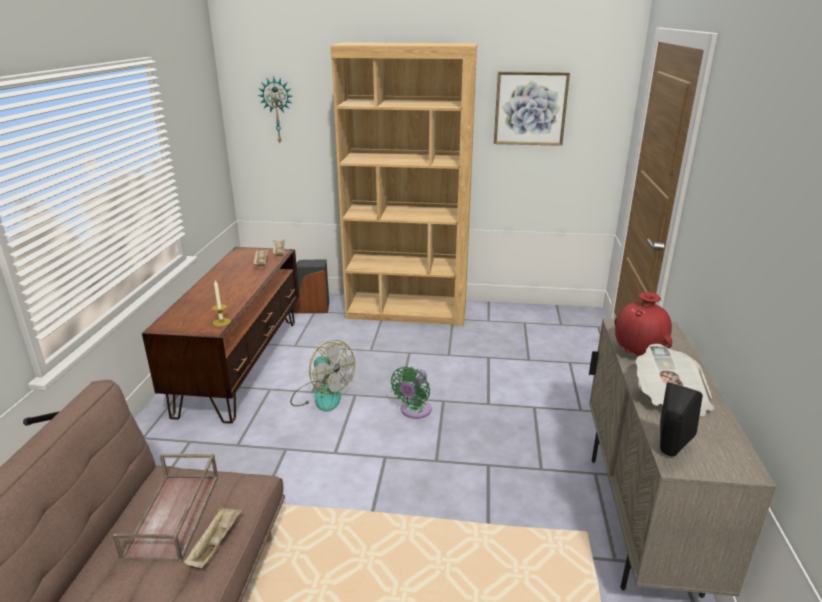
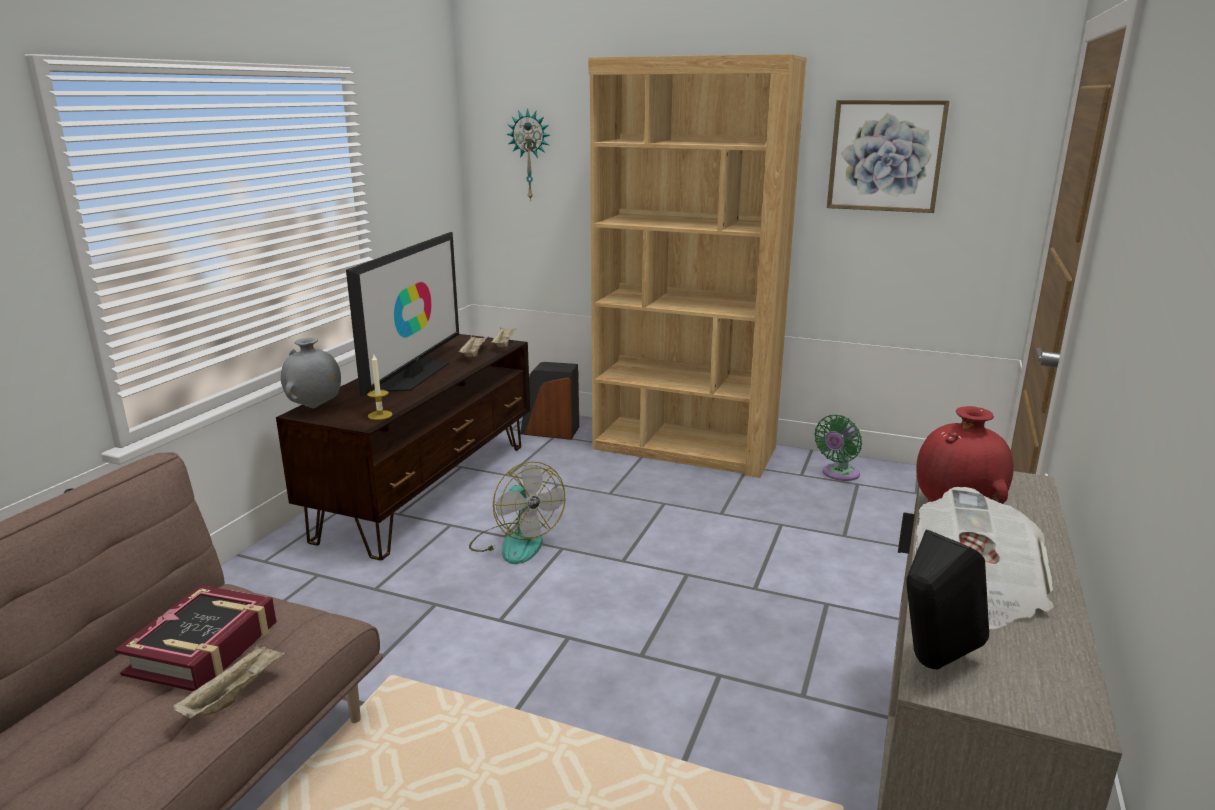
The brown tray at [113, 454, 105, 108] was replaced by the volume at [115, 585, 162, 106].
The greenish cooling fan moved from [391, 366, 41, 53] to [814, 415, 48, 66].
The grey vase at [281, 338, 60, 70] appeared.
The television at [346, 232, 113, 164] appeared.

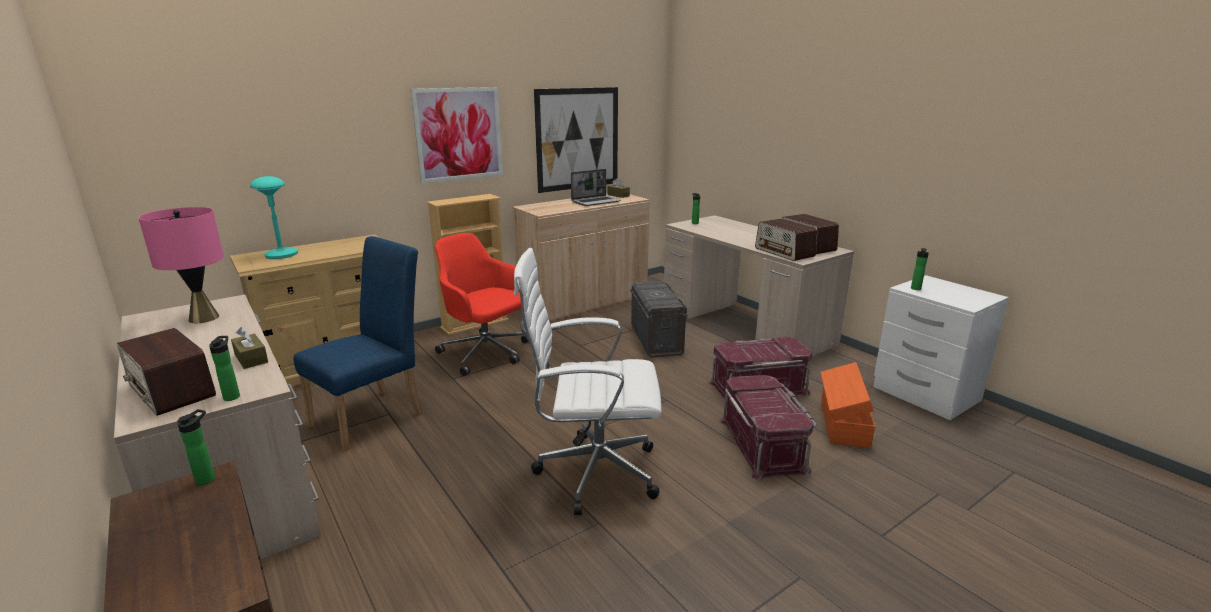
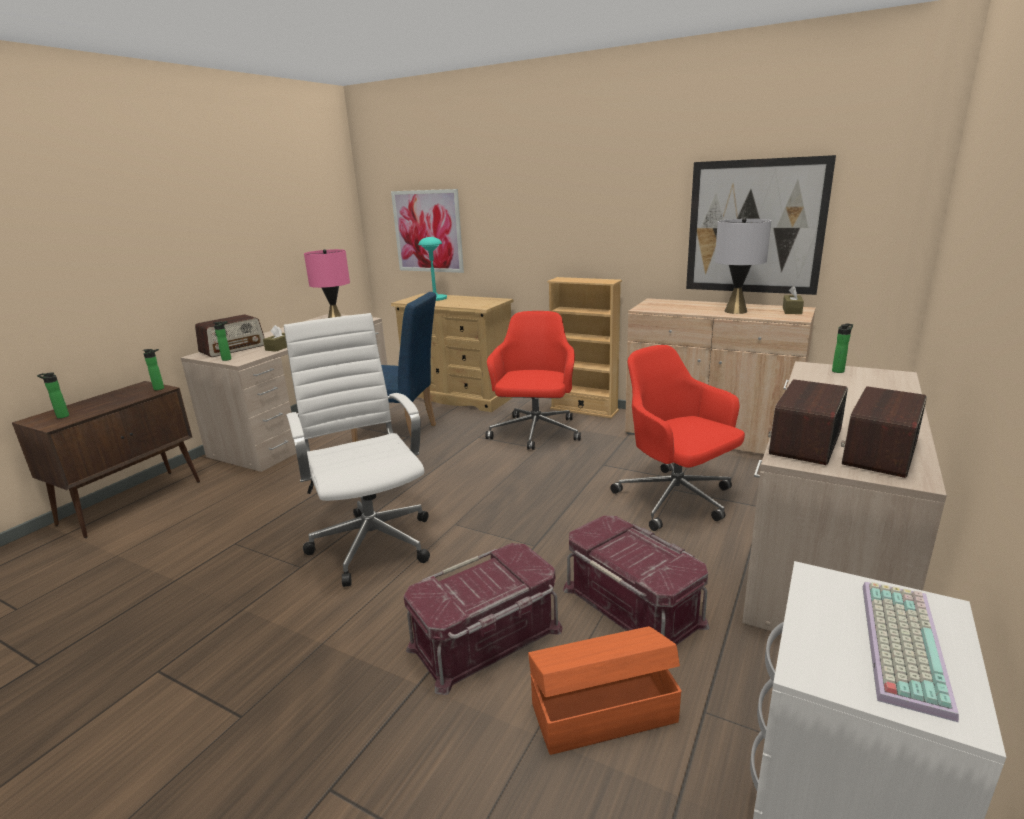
The radio at [117, 328, 99, 88] turned 150 degrees counterclockwise.
The wall art moved from [411, 87, 92, 96] to [391, 189, 73, 84].
The portable computer at [571, 169, 50, 37] was replaced by the grey lamp for a table at [715, 218, 56, 96].
The grey storage bin at [630, 281, 58, 76] was replaced by the reddish office chair at [610, 345, 135, 186].
The drink bottle moved from [911, 248, 18, 42] to [37, 372, 32, 47].
The computer keyboard at [863, 582, 96, 140] appeared.

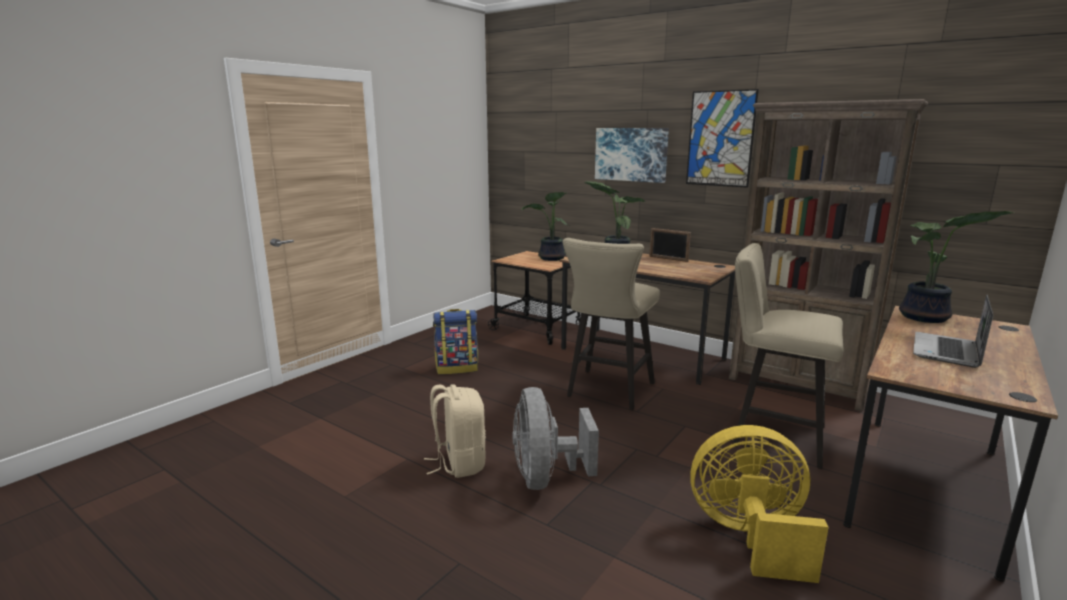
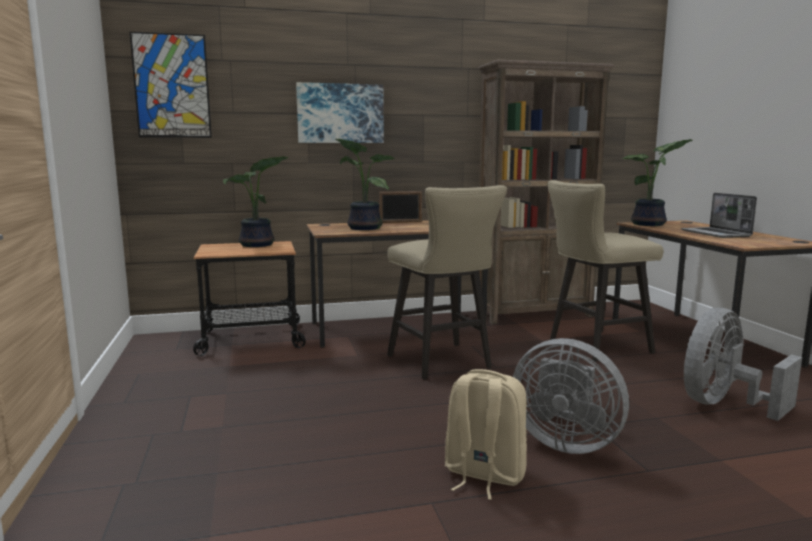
The rucksack at [433, 309, 45, 65] disappeared.
The wall art moved from [686, 89, 73, 99] to [130, 32, 82, 106].
The yellow-coloured cooling fan at [690, 425, 139, 158] became the grey cooling fan at [684, 308, 118, 113].

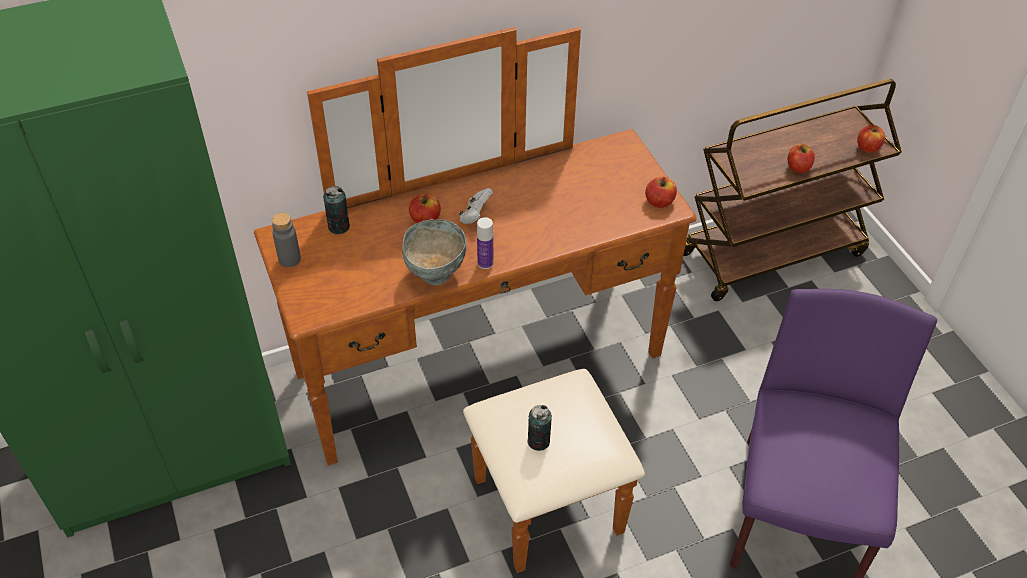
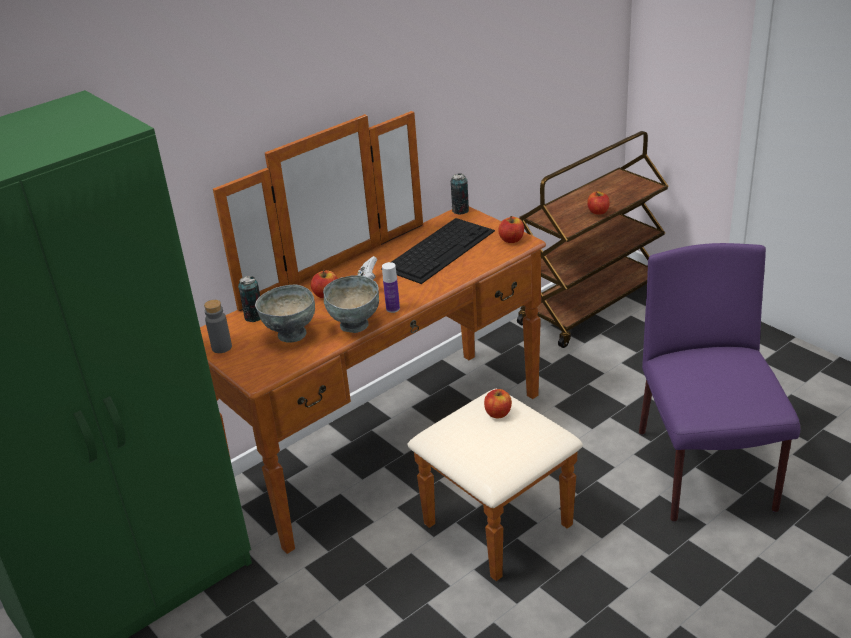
The can moved from [527, 405, 25, 46] to [451, 173, 18, 42].
The apple fruit moved from [857, 125, 28, 28] to [484, 389, 28, 29].
The grey bowl at [255, 285, 60, 58] appeared.
The computer keyboard at [381, 218, 114, 66] appeared.

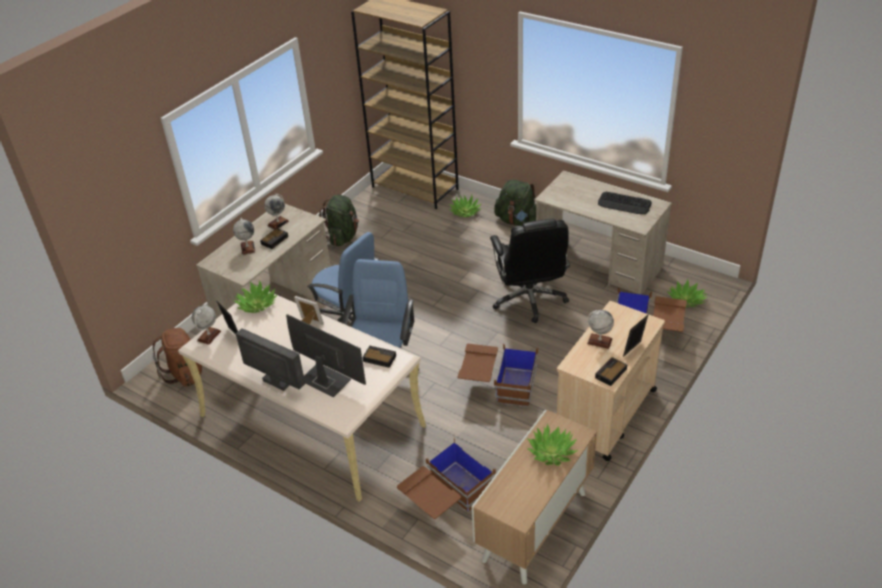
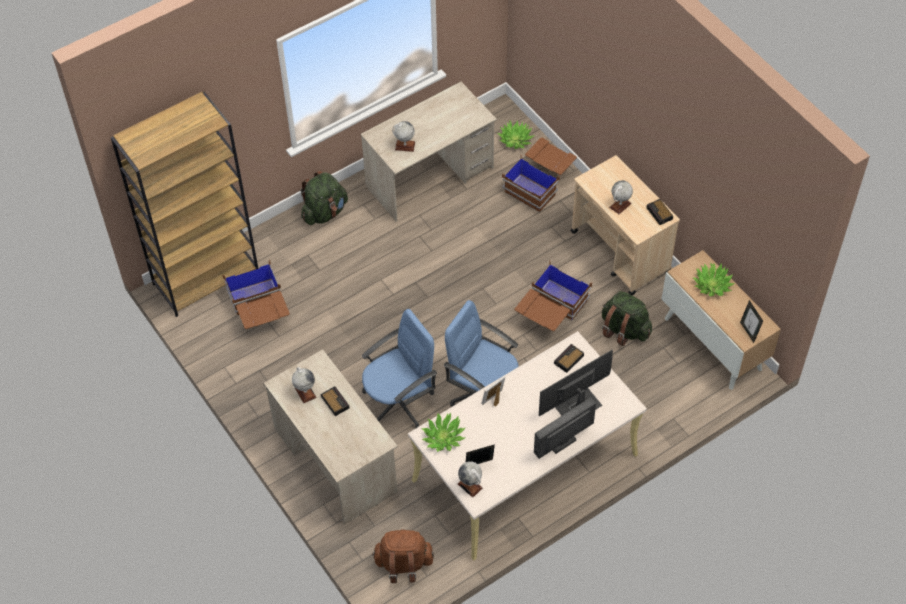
The desk globe moved from [233, 218, 22, 37] to [392, 121, 23, 31].
The greenish rucksack moved from [319, 195, 40, 51] to [602, 291, 50, 55].
The brown storage bin moved from [397, 438, 99, 81] to [222, 260, 68, 69].
The plant in a pot at [449, 195, 33, 22] disappeared.
The black office chair at [490, 219, 80, 104] disappeared.
The computer keyboard at [598, 191, 54, 23] disappeared.
The standing frame moved from [623, 314, 26, 43] to [740, 300, 23, 43].

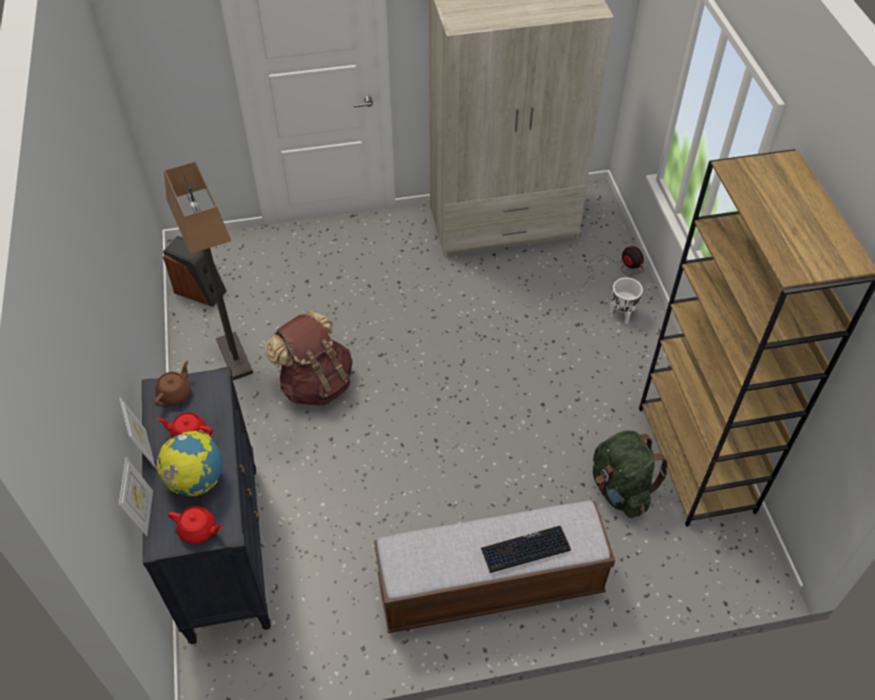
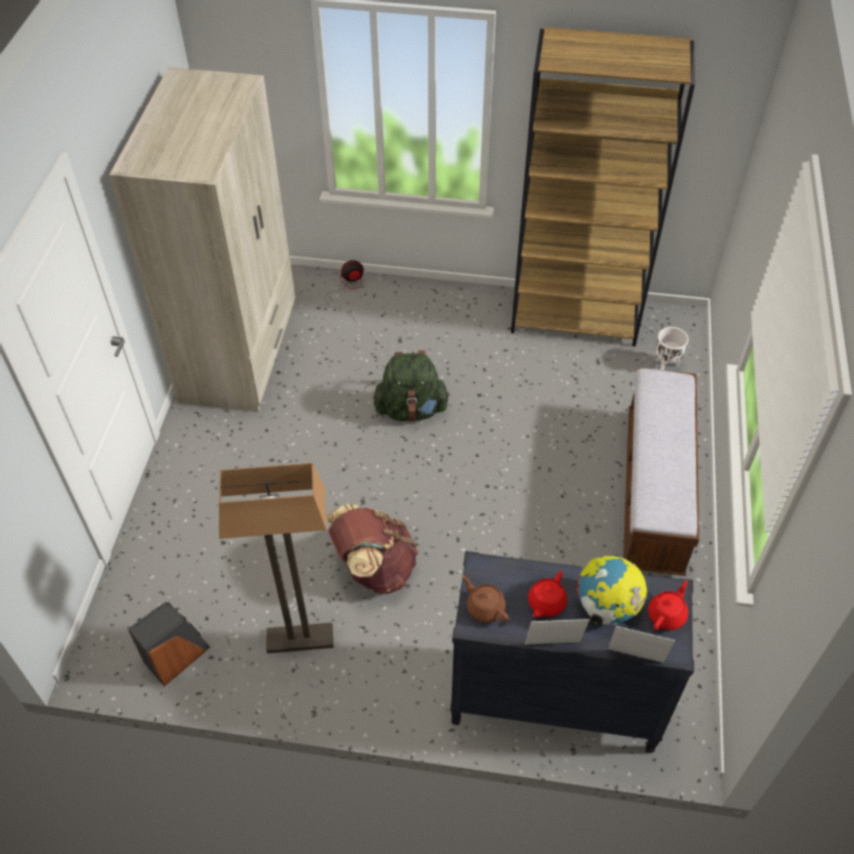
The computer keyboard at [481, 526, 90, 47] disappeared.
The greenish rucksack moved from [593, 430, 76, 88] to [373, 350, 77, 72].
The whitish plant pot moved from [609, 278, 34, 46] to [656, 327, 33, 43].

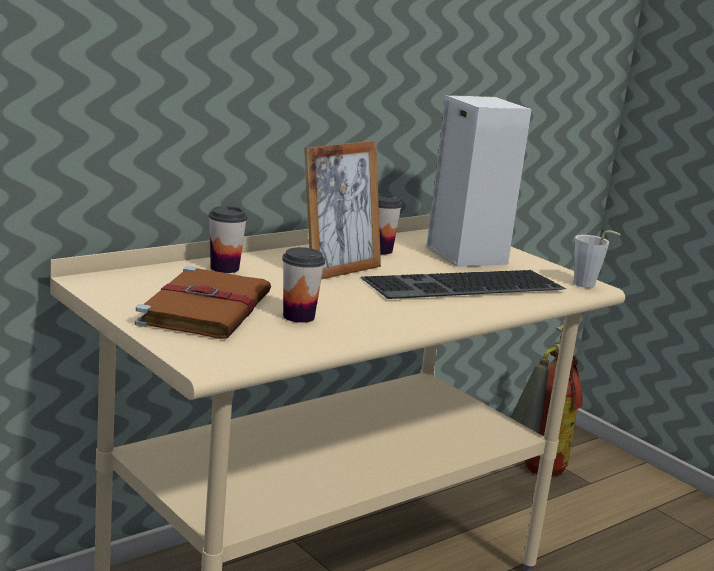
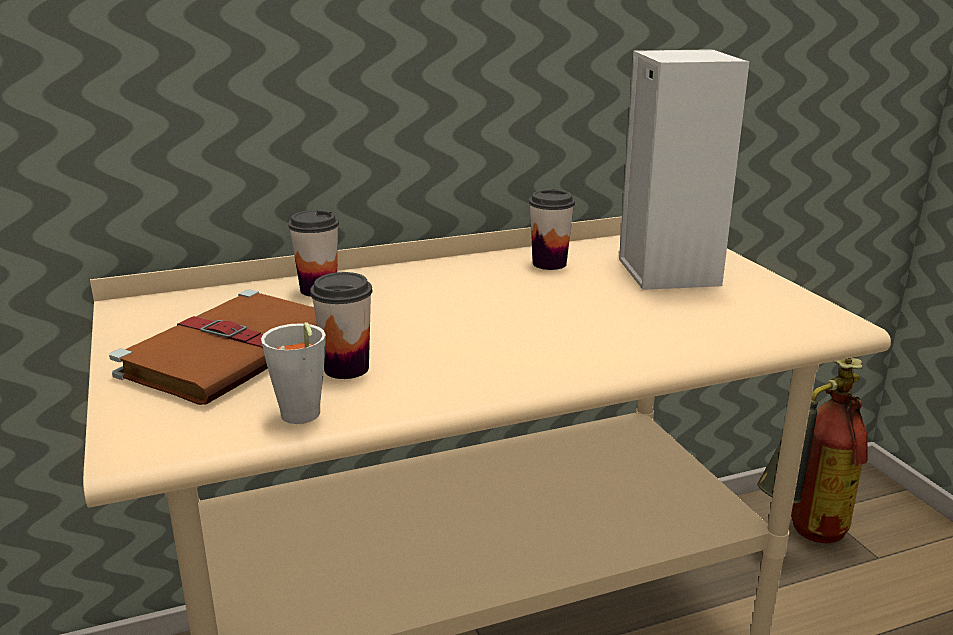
The standing frame at [304, 141, 77, 138] disappeared.
The computer keyboard at [361, 270, 205, 29] disappeared.
The grey drinking cup moved from [574, 230, 47, 58] to [261, 322, 65, 102].

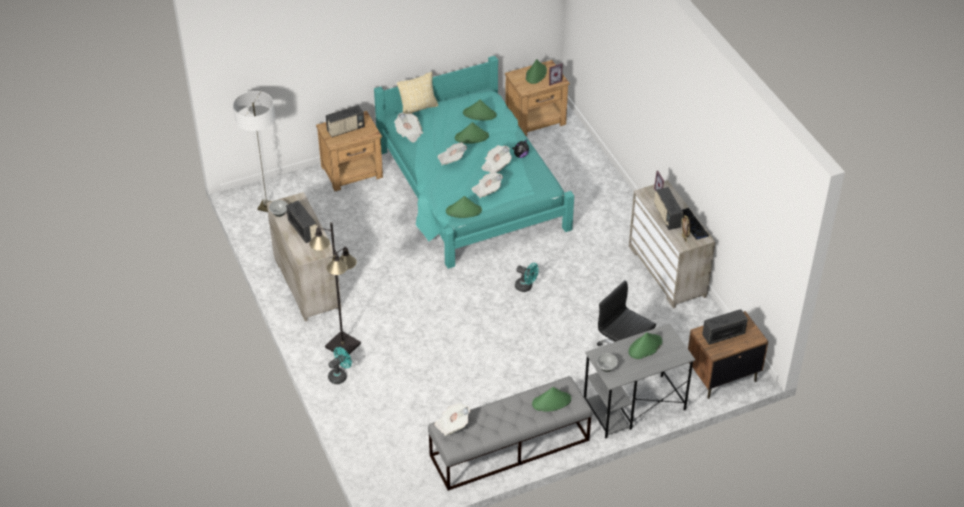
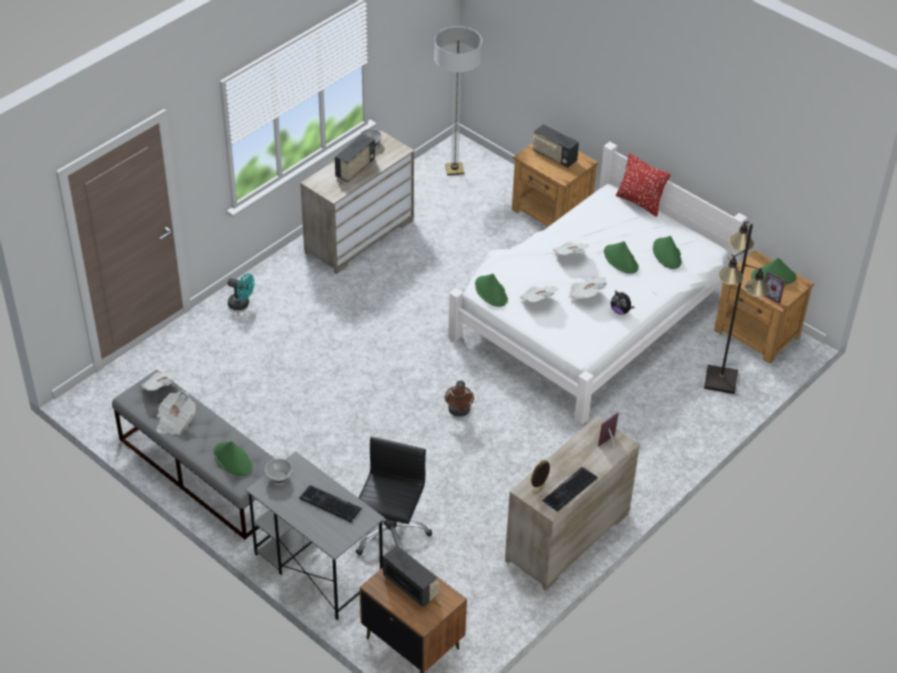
The black floor lamp moved from [309, 222, 52, 136] to [704, 221, 65, 173].
The blue-green bed at [374, 56, 200, 213] became the whitish bed at [448, 142, 299, 282].
The printed paper moved from [394, 113, 29, 29] to [157, 391, 39, 44].
The sand-coloured pillow at [397, 72, 41, 42] became the reddish pillow at [616, 153, 55, 64].
The blue-green cooling fan at [515, 263, 23, 29] became the brown cooling fan at [445, 380, 29, 36].
The greenish clothing hat at [629, 333, 33, 26] was replaced by the computer keyboard at [299, 485, 64, 38].
The radio at [654, 187, 29, 43] disappeared.

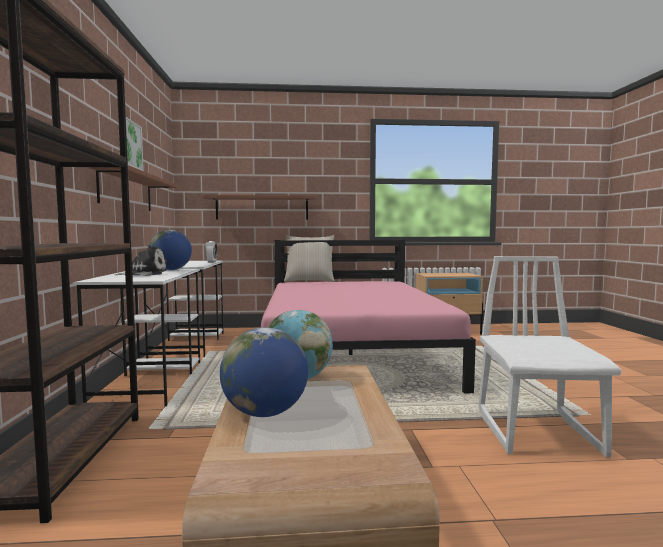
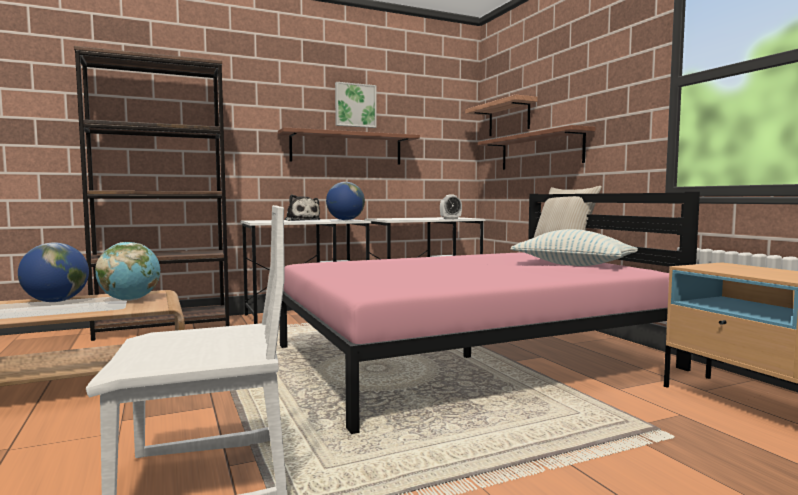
The shelf at [465, 95, 73, 41] appeared.
The pillow at [510, 229, 128, 37] appeared.

